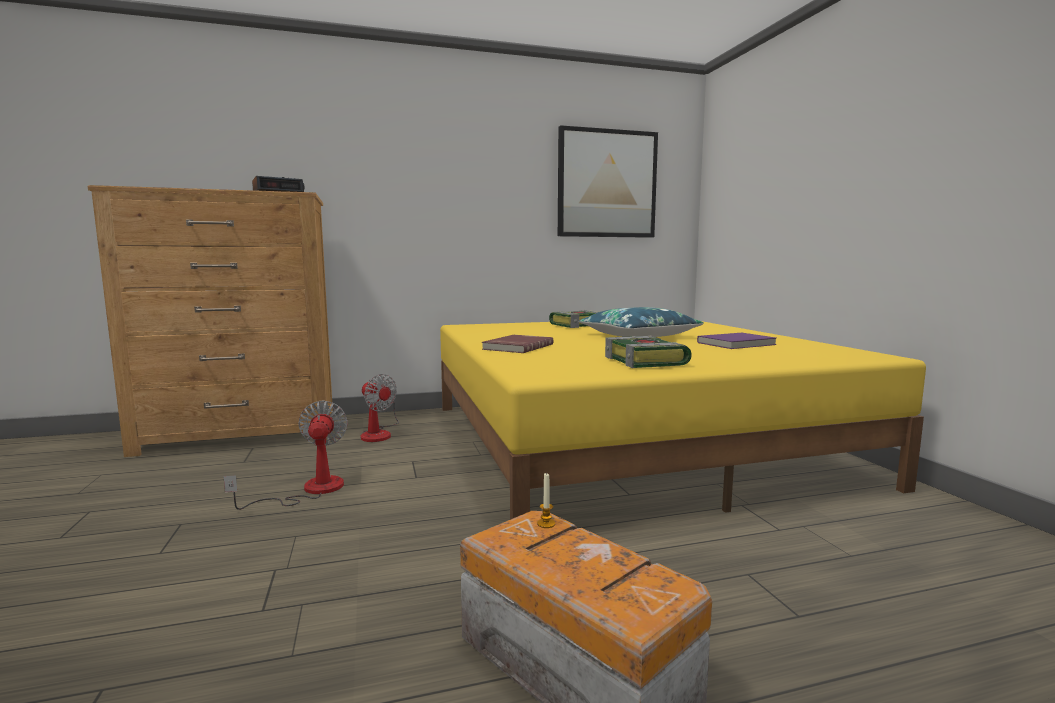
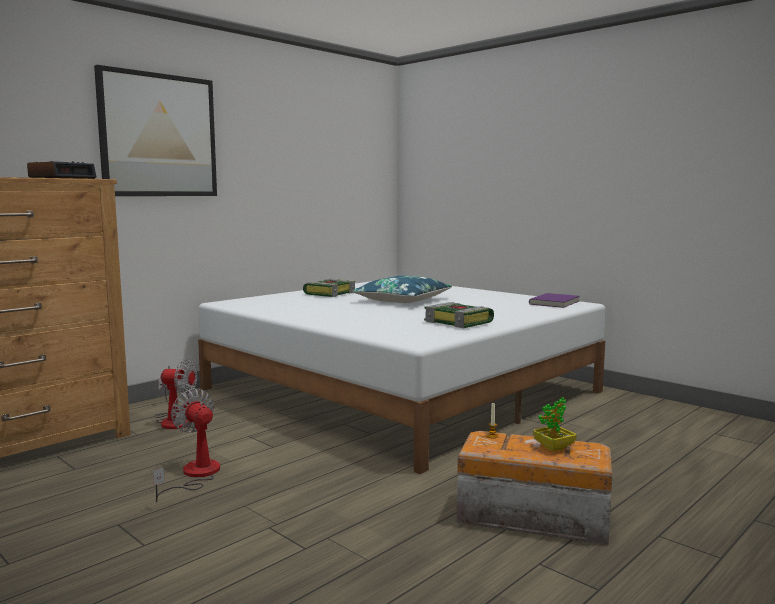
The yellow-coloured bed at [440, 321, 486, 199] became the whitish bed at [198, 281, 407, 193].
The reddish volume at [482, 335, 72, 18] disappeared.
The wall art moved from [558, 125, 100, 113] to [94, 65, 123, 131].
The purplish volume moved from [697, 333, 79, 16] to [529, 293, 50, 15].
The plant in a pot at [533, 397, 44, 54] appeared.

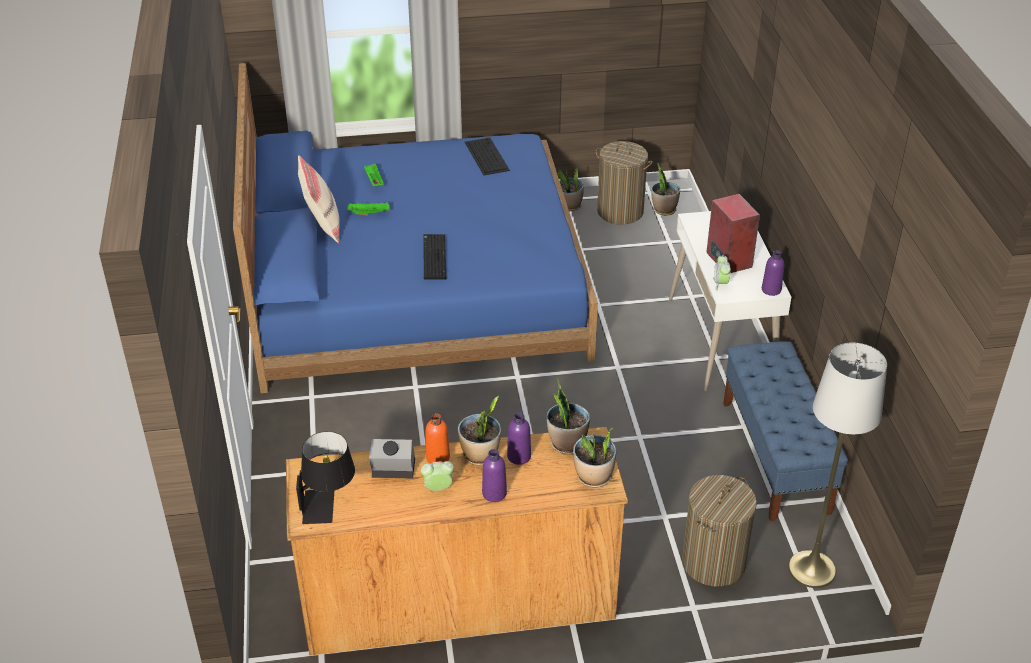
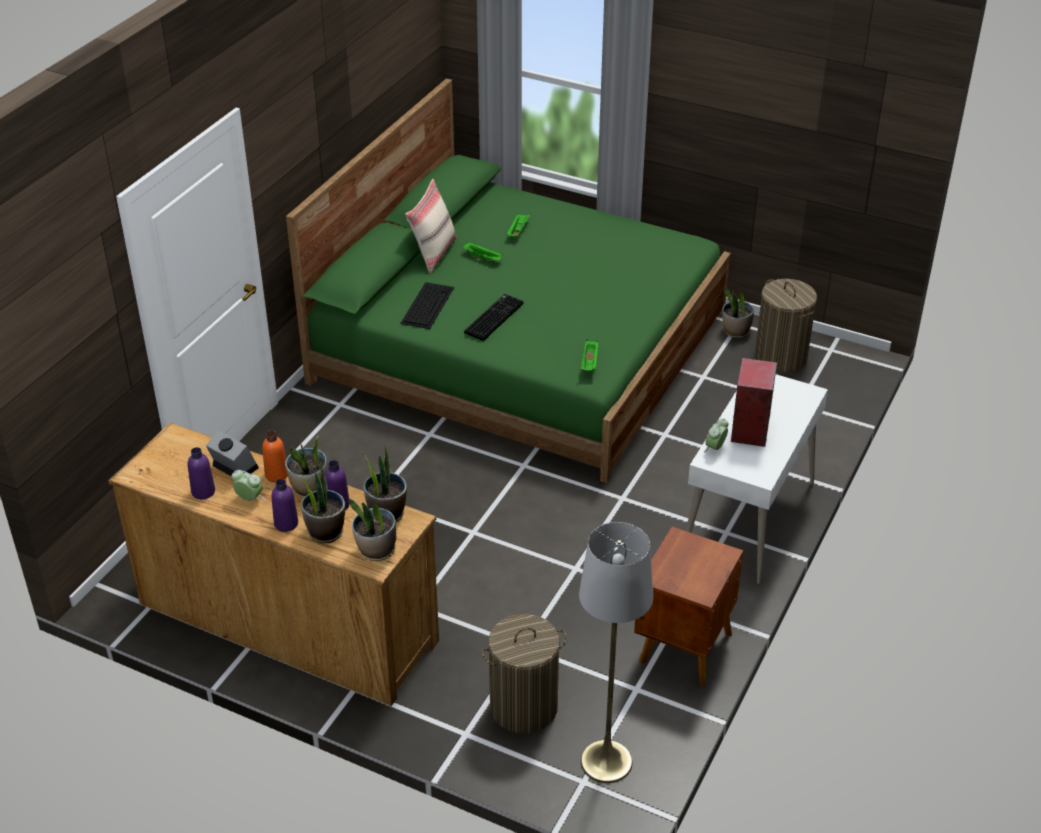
The blue bed at [233, 63, 365, 330] became the greenish bed at [286, 79, 445, 404].
The black lamp for a table at [296, 431, 59, 93] disappeared.
The computer keyboard moved from [465, 137, 45, 38] to [400, 282, 54, 47].
The plant in a pot moved from [652, 163, 28, 53] to [300, 462, 45, 81].
The blue long seat at [723, 341, 125, 180] was replaced by the brown night table at [634, 527, 109, 159].
The purplish drink bottle moved from [762, 251, 22, 45] to [188, 447, 27, 52].
The greenish tray at [581, 339, 18, 31] appeared.

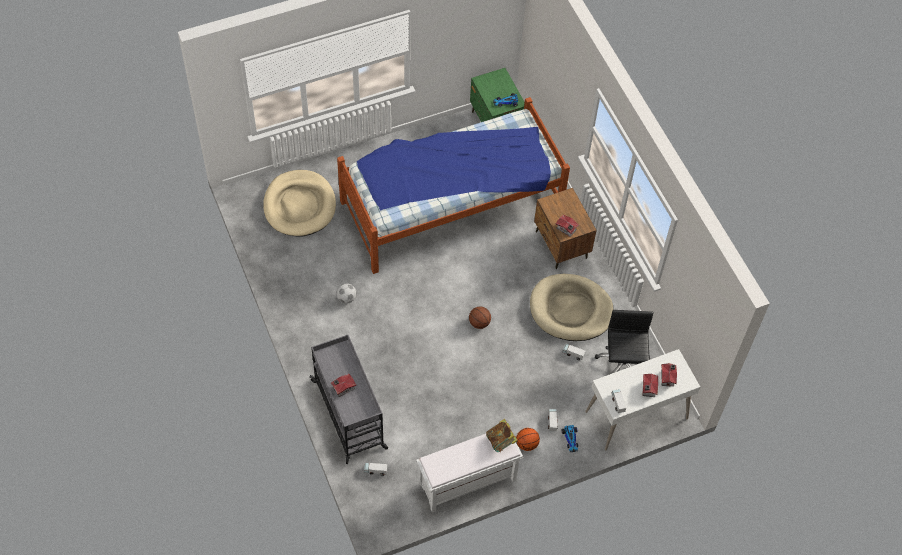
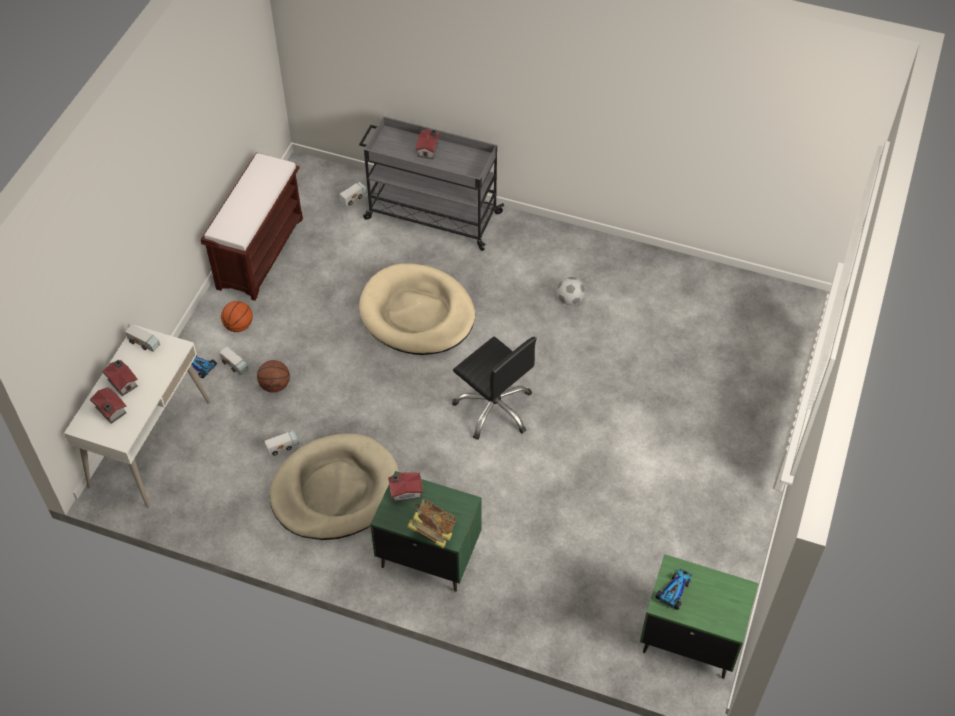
The sand-coloured dog bed moved from [263, 170, 73, 67] to [359, 263, 116, 92].
The bed at [337, 97, 233, 177] disappeared.
The whitish long seat at [416, 434, 107, 79] became the brown long seat at [201, 152, 102, 149].
The ball for basketball moved from [469, 307, 22, 22] to [257, 360, 33, 33].
The volume moved from [486, 419, 32, 33] to [407, 498, 49, 50].
The brown night table at [534, 188, 63, 81] became the greenish night table at [370, 471, 112, 121].
The black office chair moved from [595, 310, 59, 64] to [452, 337, 85, 103].

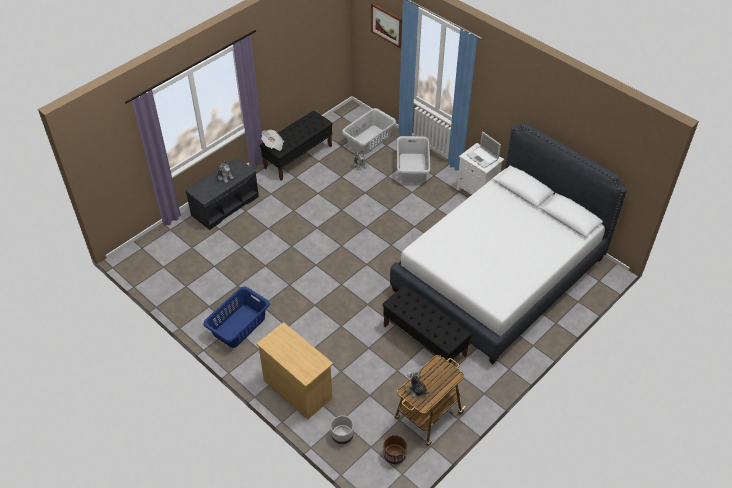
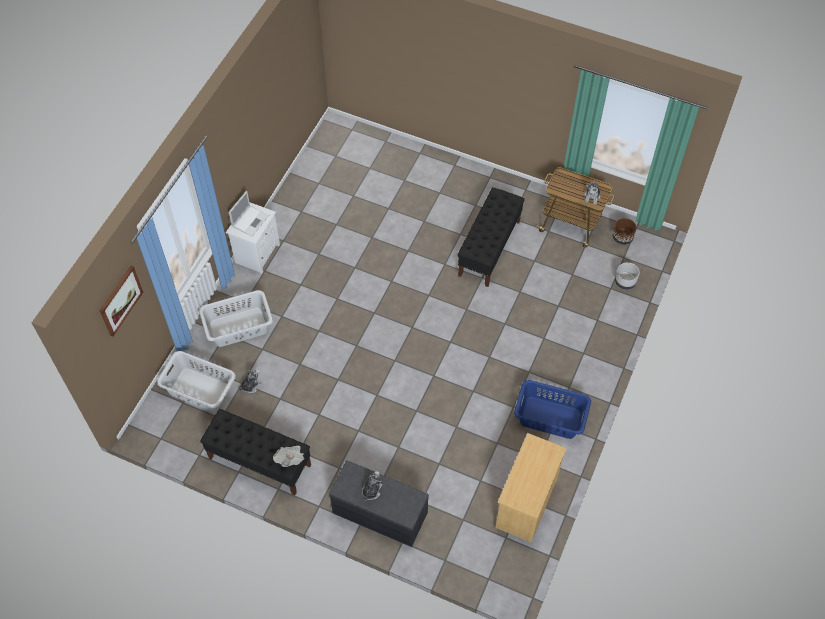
The sand-coloured dresser moved from [256, 322, 77, 98] to [496, 433, 70, 110].
The whitish bed at [390, 123, 237, 241] disappeared.

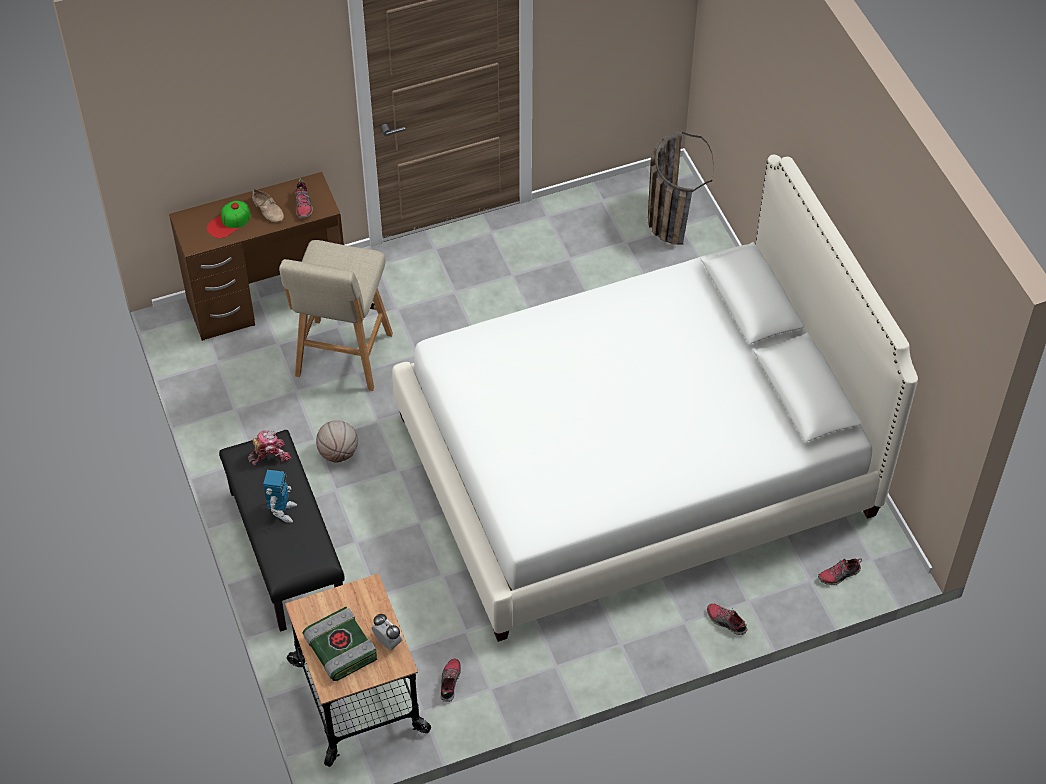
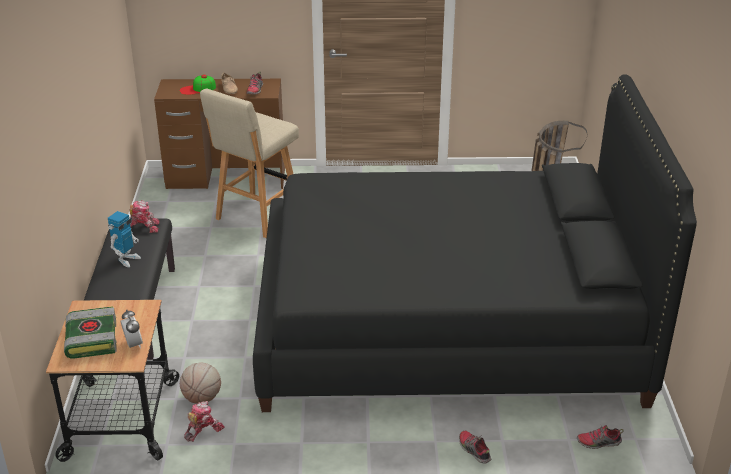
The ball for basketball moved from [316, 420, 42, 42] to [180, 363, 41, 41].
The whitish bed at [392, 155, 526, 487] became the black bed at [253, 74, 444, 338].
The low shoe at [440, 659, 21, 43] was replaced by the robot figure at [184, 401, 41, 41].

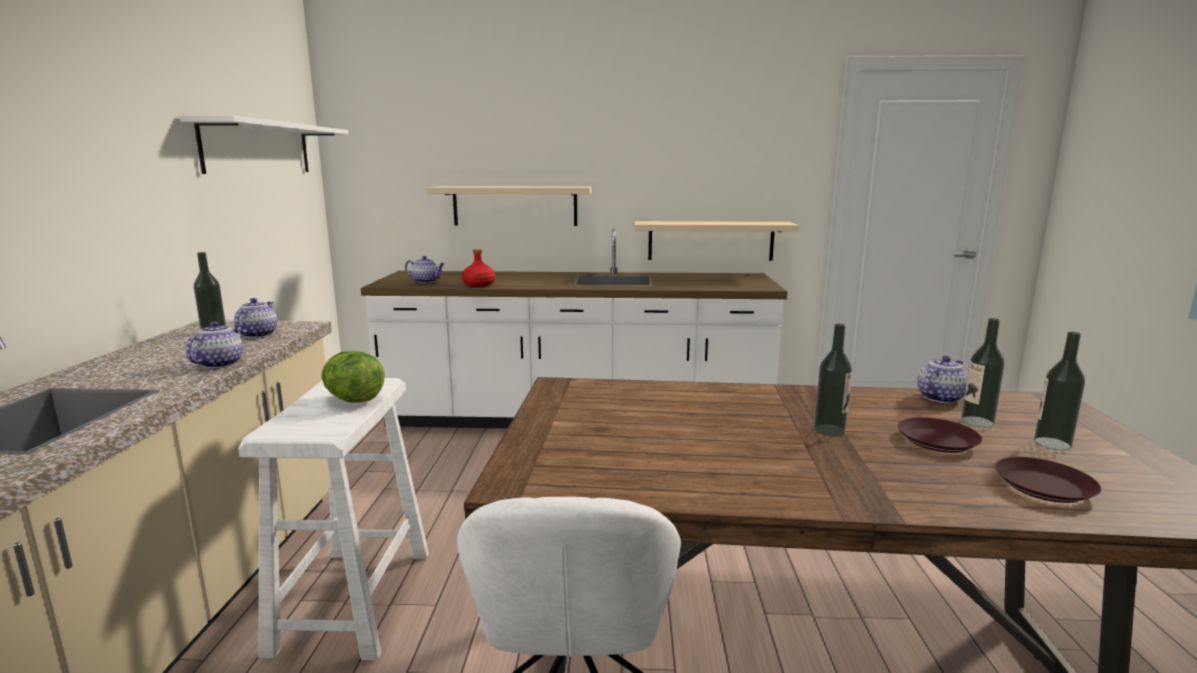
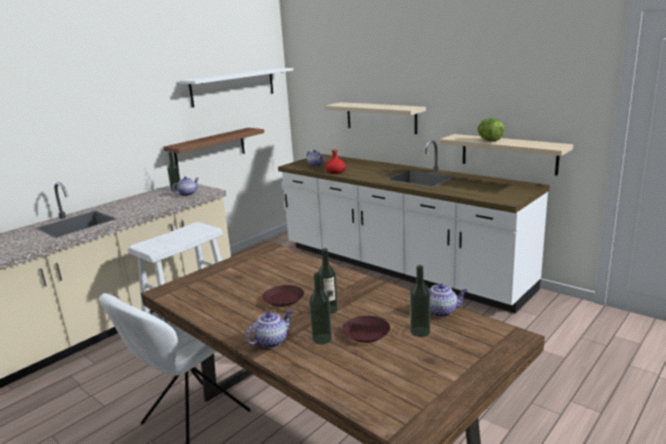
The teapot moved from [185, 321, 58, 47] to [245, 310, 47, 38].
The lettuce moved from [321, 351, 63, 52] to [477, 118, 28, 23].
The brown dinner plate moved from [995, 457, 106, 46] to [263, 285, 41, 22].
The drink bottle moved from [1034, 332, 51, 118] to [309, 272, 23, 72].
The brown shelf at [164, 128, 100, 40] appeared.

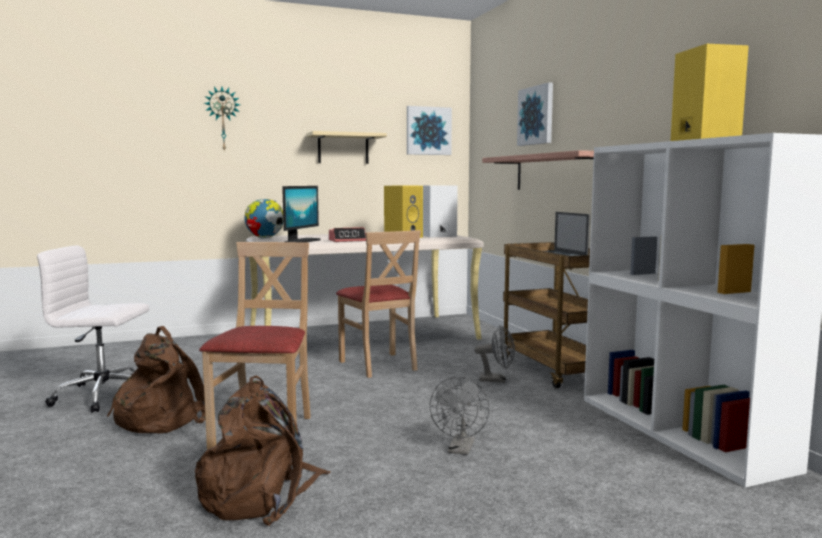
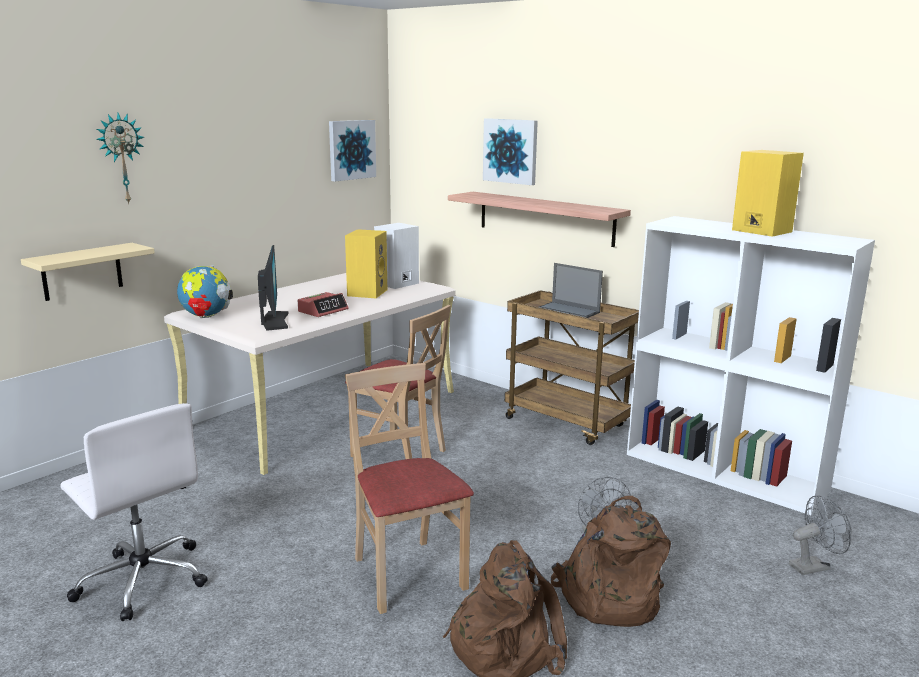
The whitish office chair at [37, 245, 112, 168] turned 105 degrees counterclockwise.
The brown rucksack moved from [107, 326, 98, 107] to [551, 496, 120, 131].
The sand-coloured shelf moved from [307, 131, 80, 33] to [21, 243, 134, 58].
The grey cooling fan moved from [474, 325, 41, 58] to [789, 495, 62, 80].

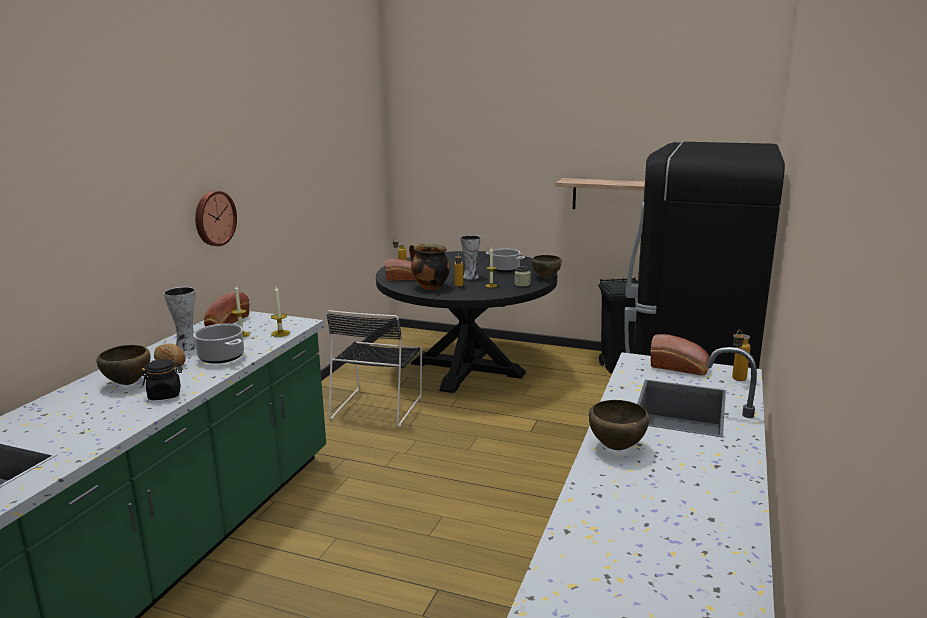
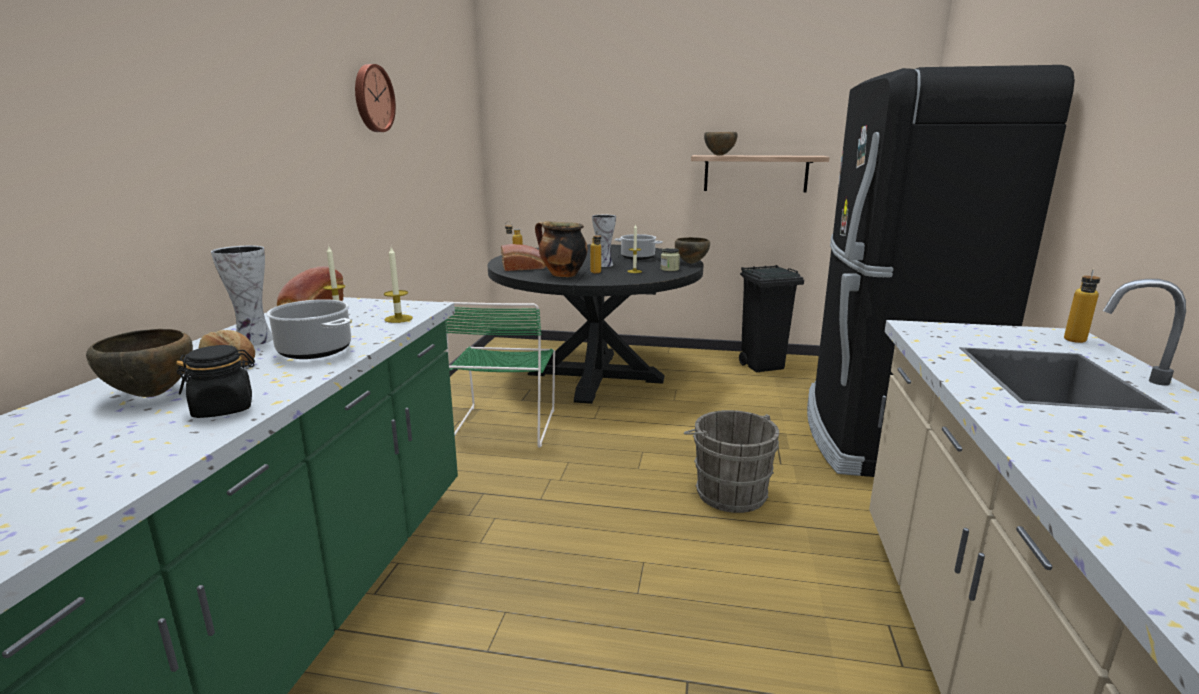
The clock on the wall moved from [195, 191, 42, 55] to [355, 64, 41, 68].
The black chair at [326, 310, 96, 117] became the greenish chair at [444, 301, 111, 147].
The brown bowl moved from [589, 400, 60, 50] to [704, 132, 34, 24].
The bread at [650, 334, 59, 42] disappeared.
The grey water bucket at [684, 410, 95, 103] appeared.

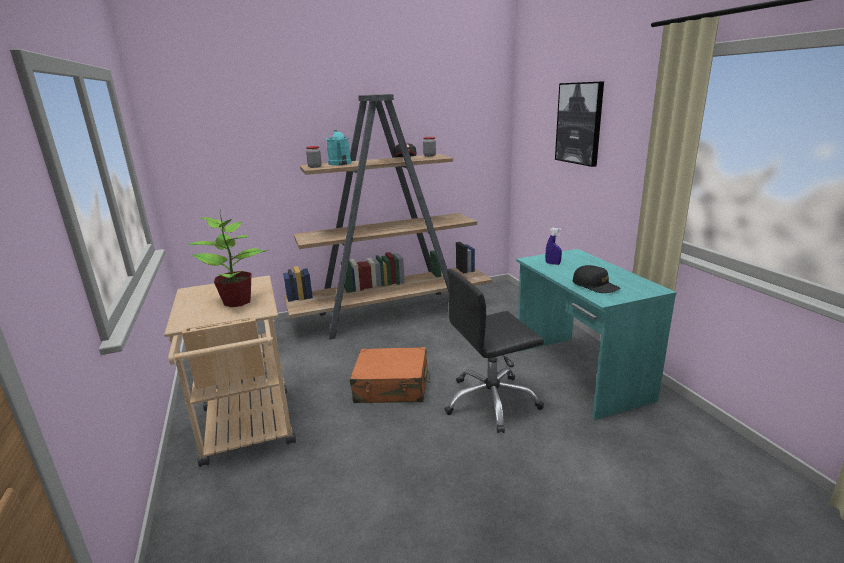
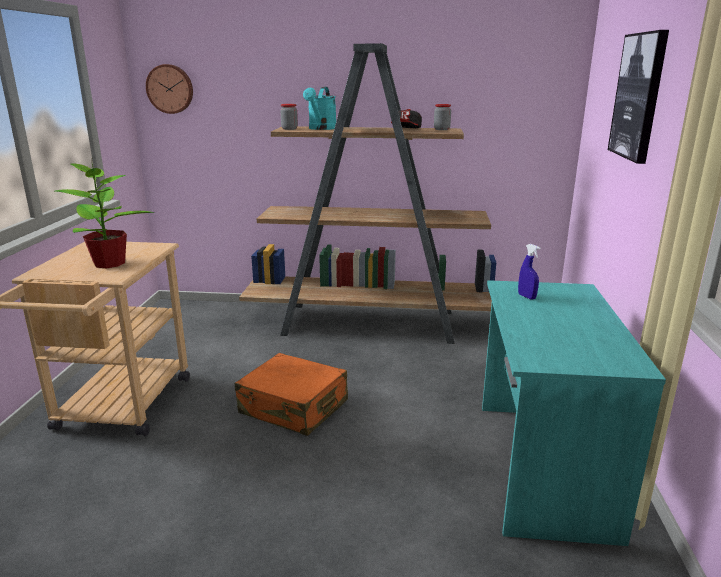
The black office chair at [444, 269, 100, 164] disappeared.
The black peaked cap at [573, 265, 47, 28] disappeared.
The clock on the wall at [146, 64, 47, 50] appeared.

